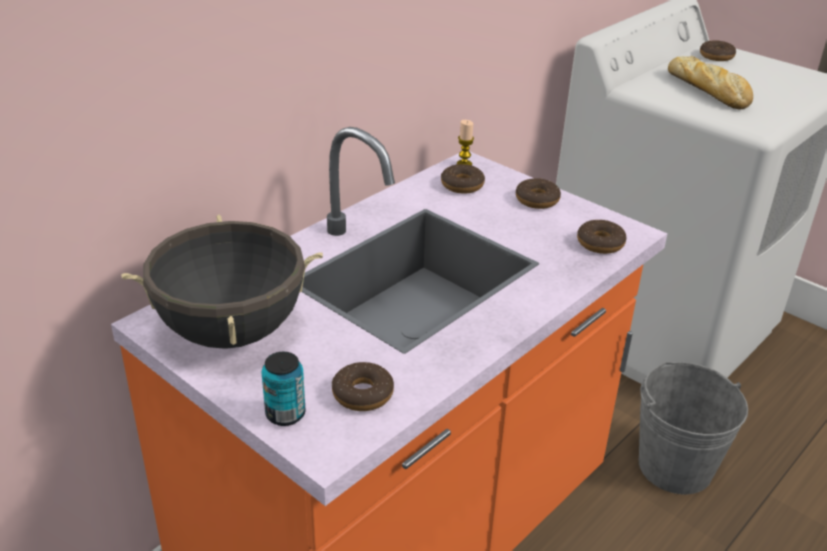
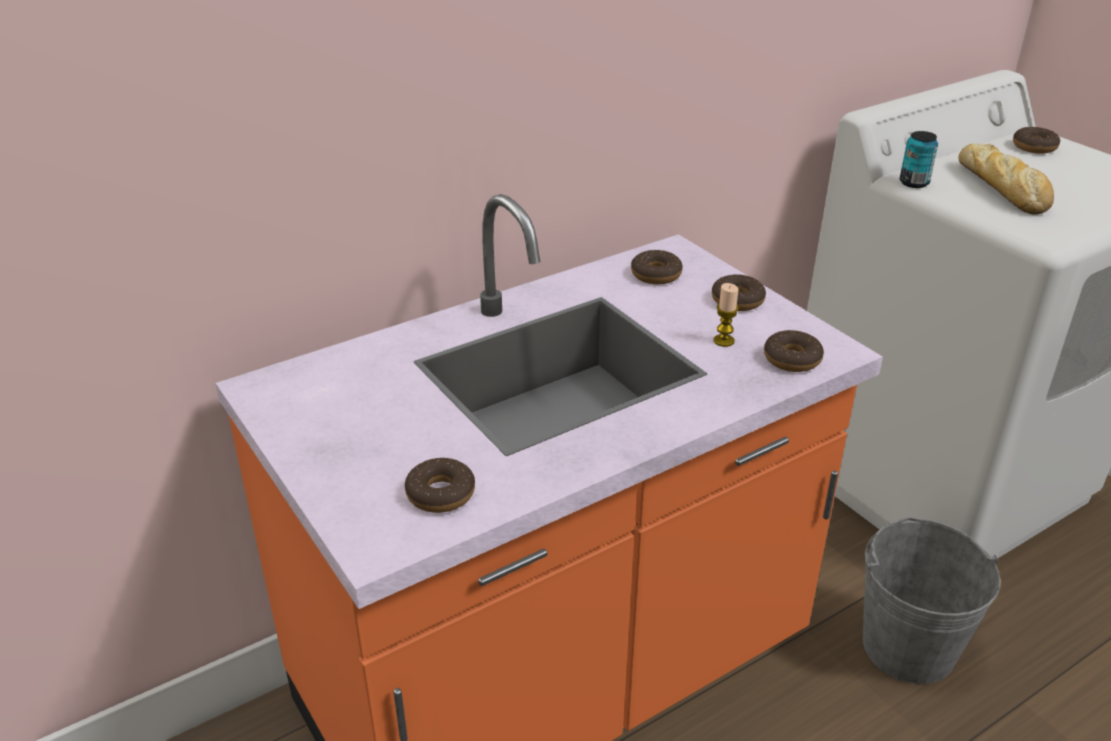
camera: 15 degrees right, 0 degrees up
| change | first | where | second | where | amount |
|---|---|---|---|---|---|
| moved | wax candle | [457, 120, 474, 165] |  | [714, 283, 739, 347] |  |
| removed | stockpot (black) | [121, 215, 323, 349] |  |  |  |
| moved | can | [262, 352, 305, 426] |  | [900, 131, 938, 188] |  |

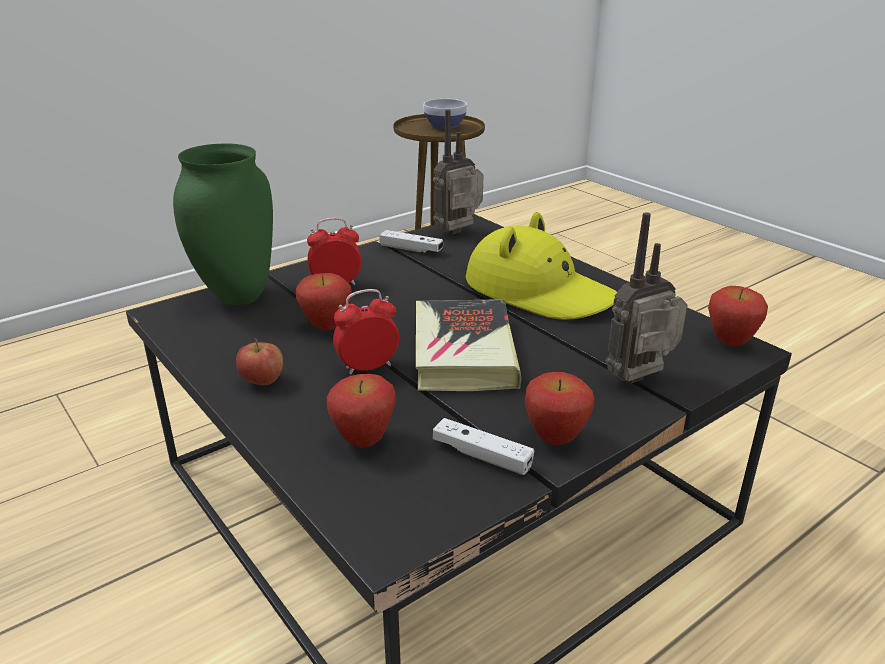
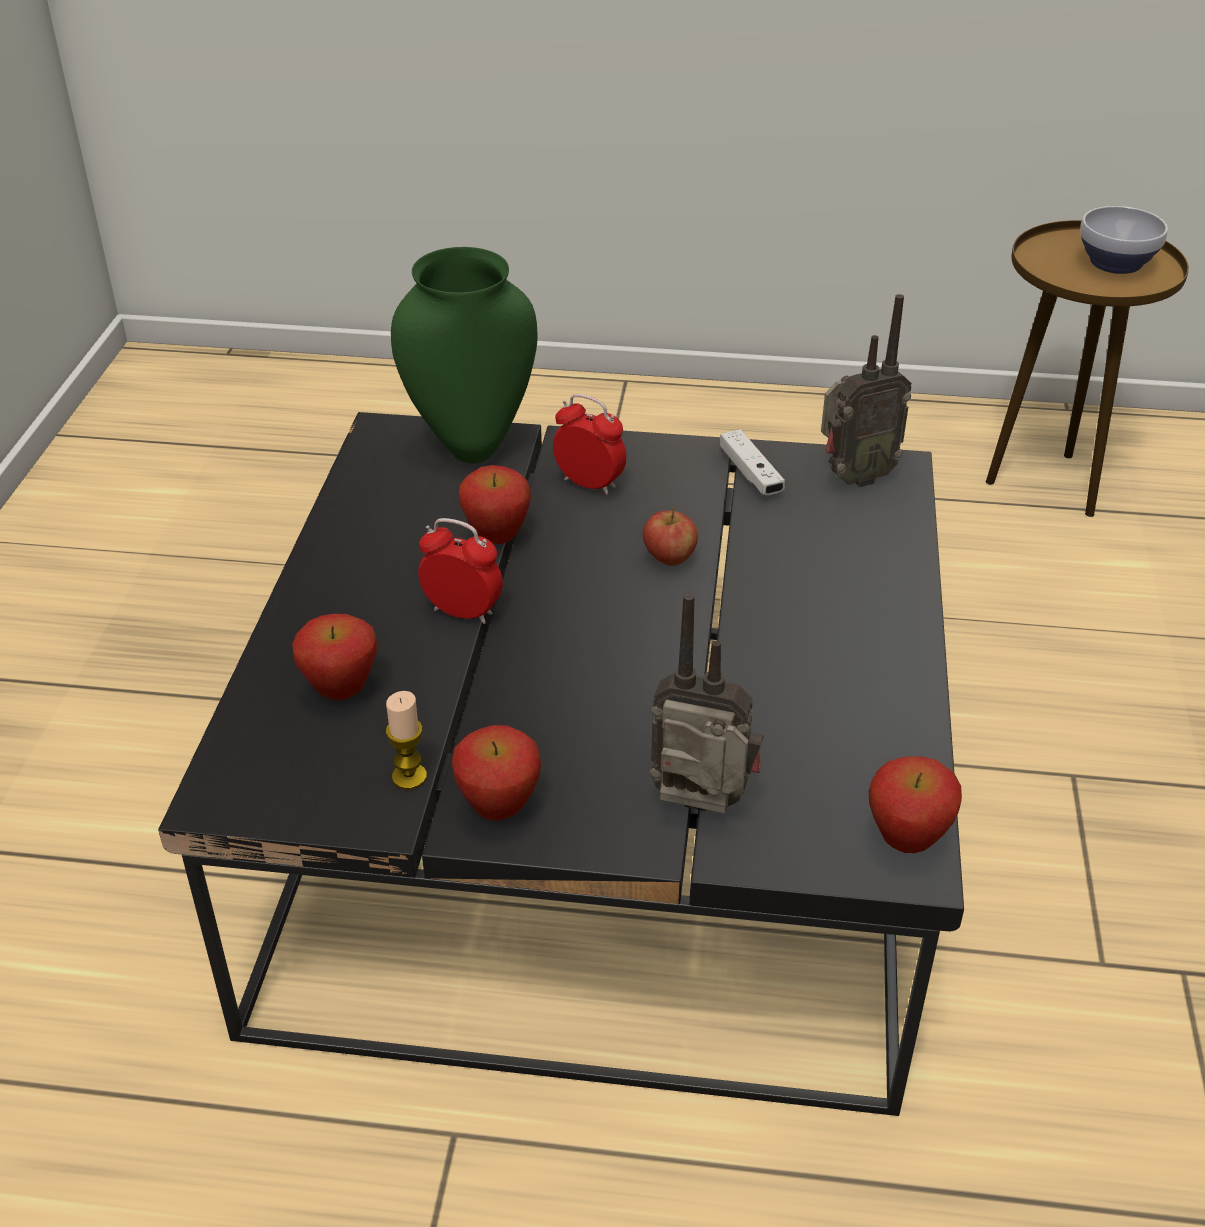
camera: 45 degrees right, 10 degrees up
| change | first | where | second | where | amount |
|---|---|---|---|---|---|
| turned | radio set | [433, 109, 483, 234] |  | [821, 294, 912, 487] | 150 degrees clockwise |
| removed | wearable hat (yellowish) | [466, 212, 617, 320] |  |  |  |
| removed | volume | [416, 299, 521, 391] |  |  |  |
| moved | whole apple | [236, 338, 283, 385] |  | [642, 508, 698, 566] |  |
| replaced | gamepad (whitish) | [433, 418, 534, 475] | wax candle | [386, 691, 427, 790] |  |

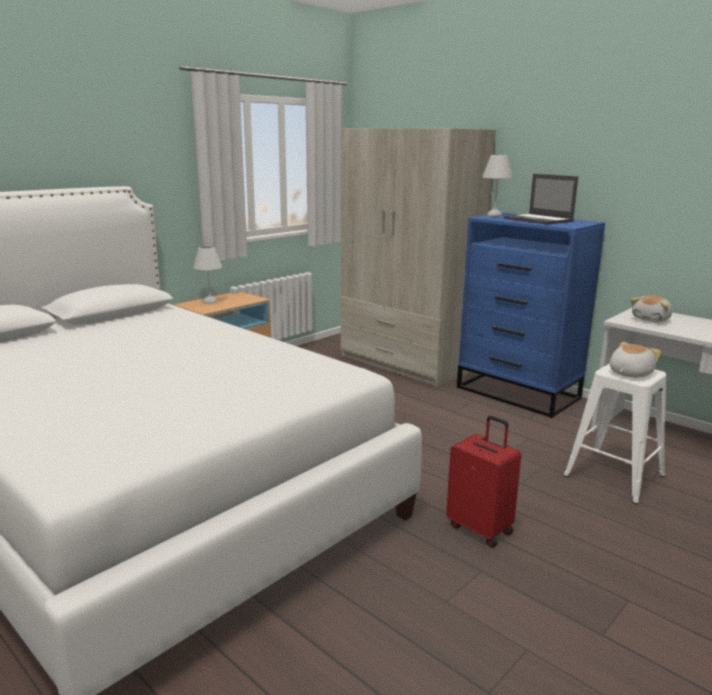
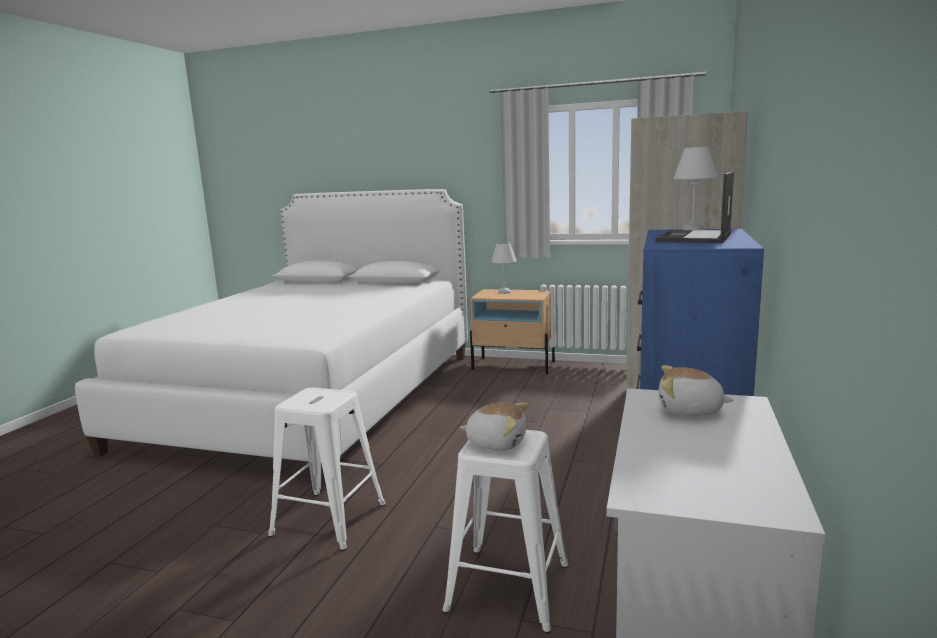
camera: 65 degrees right, 5 degrees down
| change | first | where | second | where | amount |
|---|---|---|---|---|---|
| replaced | suitcase (red) | [446, 416, 521, 548] | sitting stool (whitish) | [268, 387, 386, 551] |  |

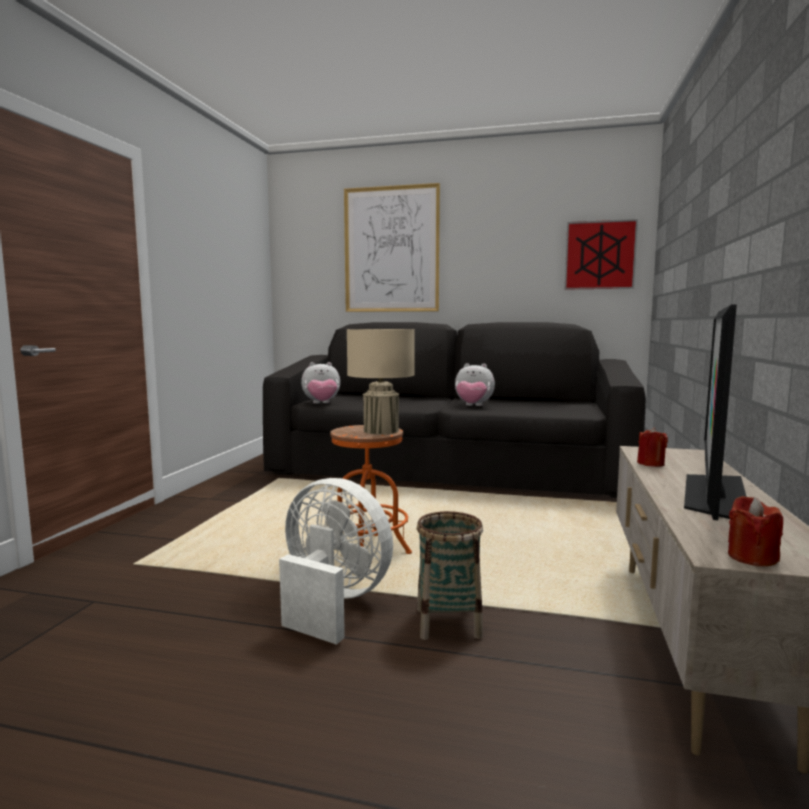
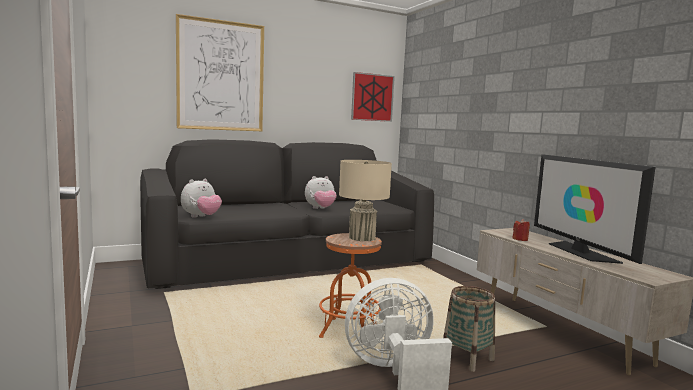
camera: 40 degrees left, 0 degrees up
| change | first | where | second | where | amount |
|---|---|---|---|---|---|
| removed | wax candle (red) | [728, 496, 783, 566] |  |  |  |

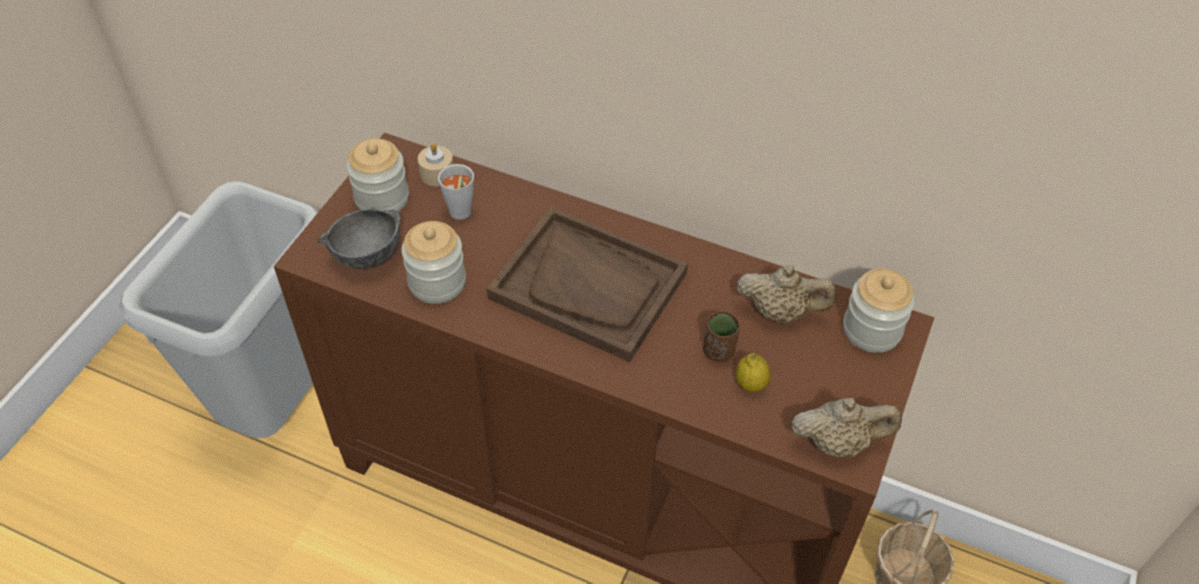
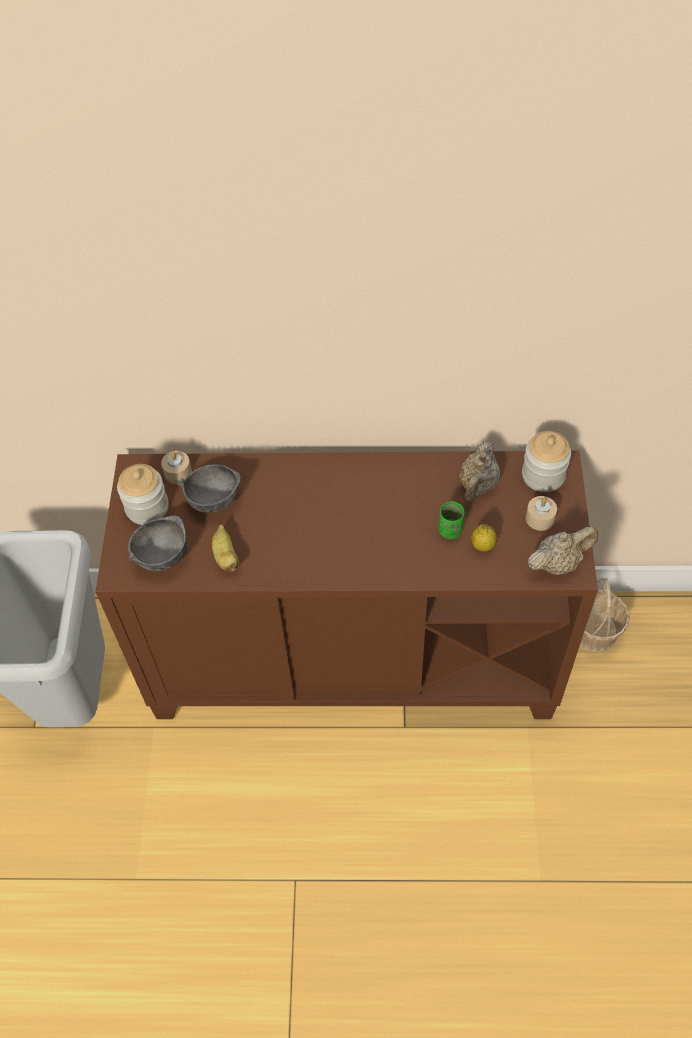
camera: 20 degrees left, 5 degrees up
| change | first | where | second | where | amount |
|---|---|---|---|---|---|
| replaced | small cup (gray) | [438, 164, 474, 220] | serving bowl (gray) | [176, 464, 241, 513] |  |
| removed | serving tray (brown) | [487, 207, 688, 362] |  |  |  |
| replaced | storage jar | [401, 221, 466, 304] | banana | [212, 524, 239, 572] |  |
| turned | tea pot (beige-coloured) | [737, 265, 837, 324] |  | [459, 441, 500, 501] | 120 degrees clockwise |
| recoloured | small cup (brown) | [703, 311, 740, 362] | small cup (greenish) | [438, 501, 464, 539] |  |
| added |  |  | wax candle (beige-coloured) | [526, 496, 557, 531] |  |

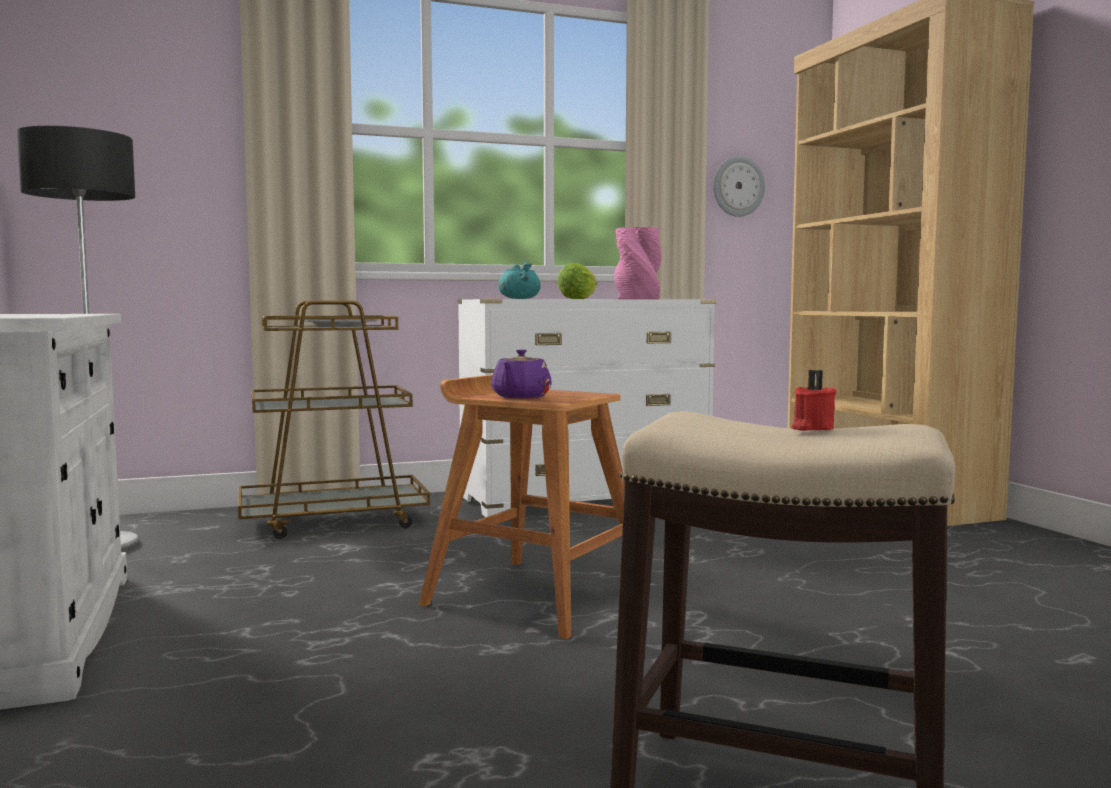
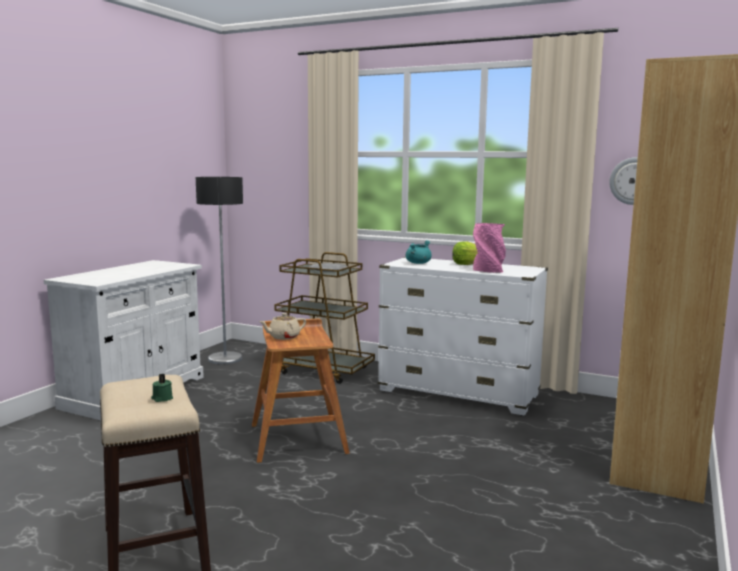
camera: 45 degrees right, 5 degrees up
| change | first | where | second | where | amount |
|---|---|---|---|---|---|
| recoloured | tea pot (purplish) | [491, 349, 552, 398] | tea pot (beige-coloured) | [259, 313, 306, 340] |  |
| recoloured | wax candle (red) | [792, 370, 837, 431] | wax candle (greenish) | [151, 374, 173, 402] |  |

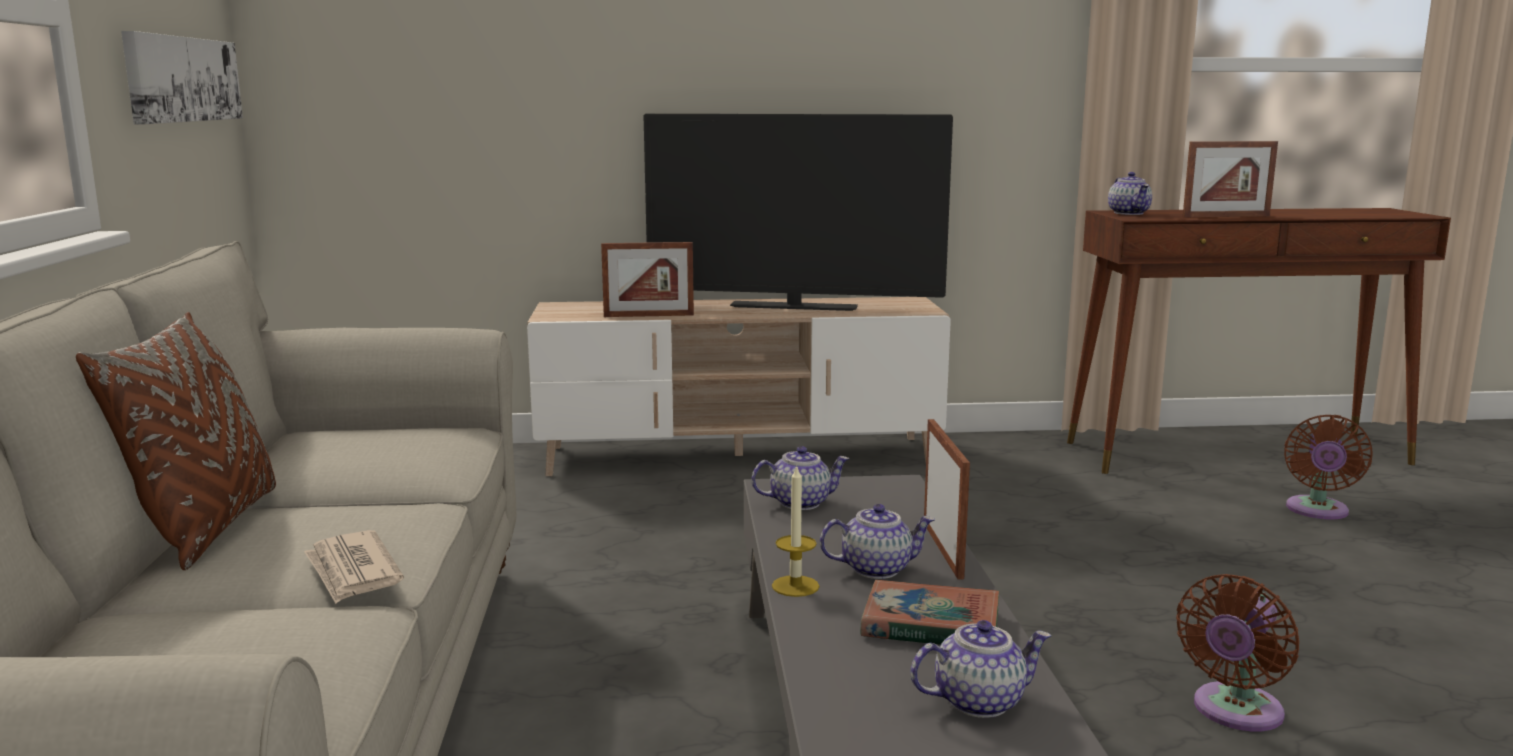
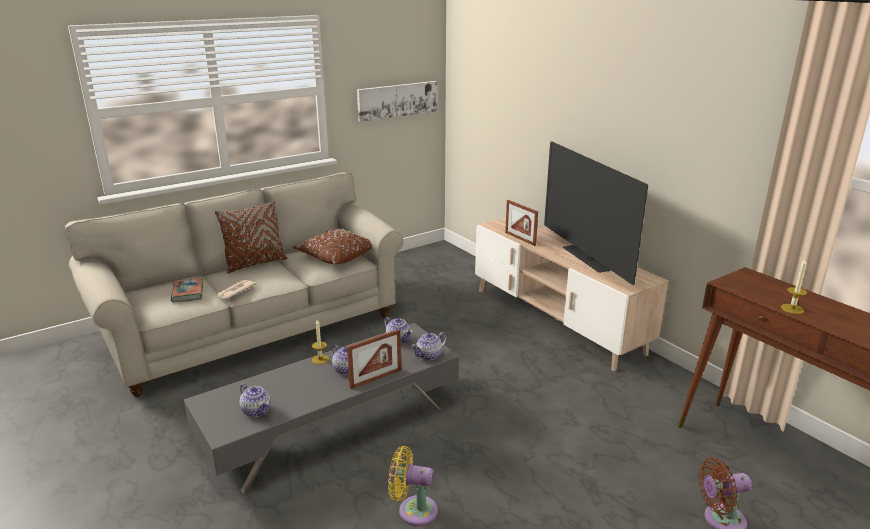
camera: 60 degrees right, 10 degrees up
| change | first | where | second | where | amount |
|---|---|---|---|---|---|
| replaced | photo frame | [1183, 141, 1278, 217] | wax candle | [781, 259, 807, 314] |  |
| moved | tea pot | [1108, 172, 1152, 215] |  | [411, 332, 447, 360] |  |
| recoloured | cooling fan (brown) | [1176, 574, 1299, 731] | cooling fan (yellowish) | [388, 446, 438, 526] |  |
| moved | volume | [861, 580, 999, 645] |  | [171, 278, 203, 303] |  |
| added |  |  | throw pillow (brown) | [293, 229, 372, 265] |  |

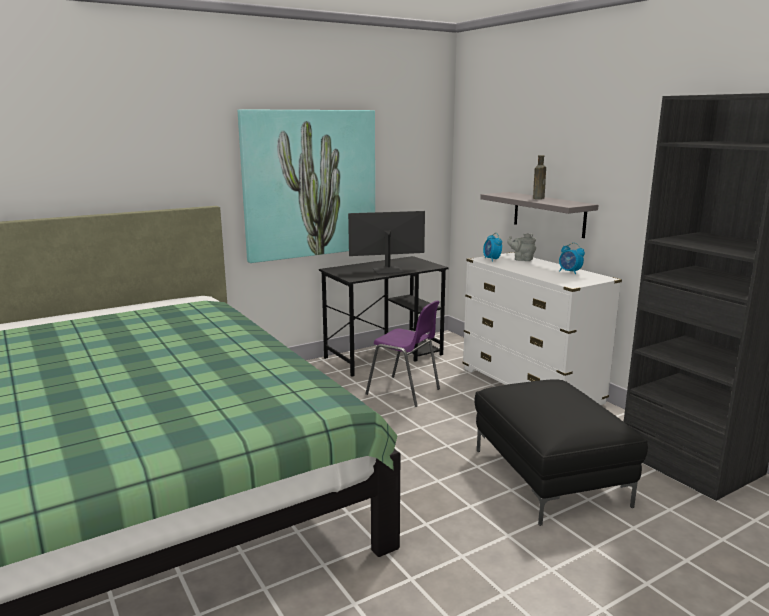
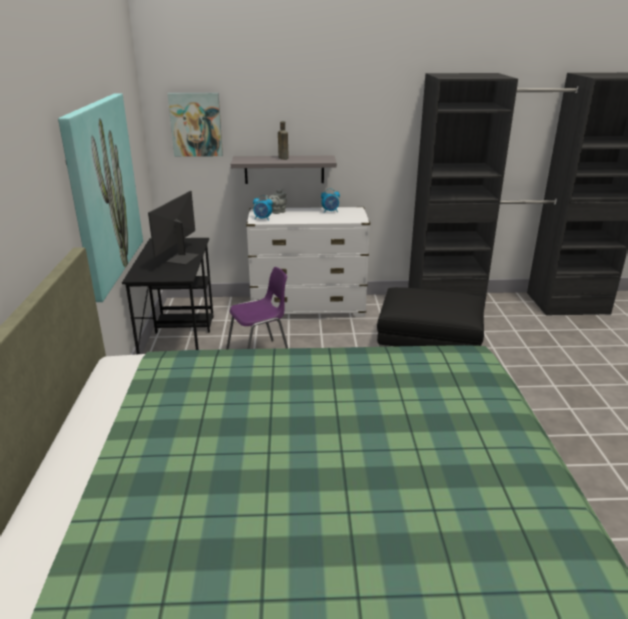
camera: 60 degrees left, 10 degrees up
| change | first | where | second | where | amount |
|---|---|---|---|---|---|
| added |  |  | picture | [168, 93, 223, 157] |  |

